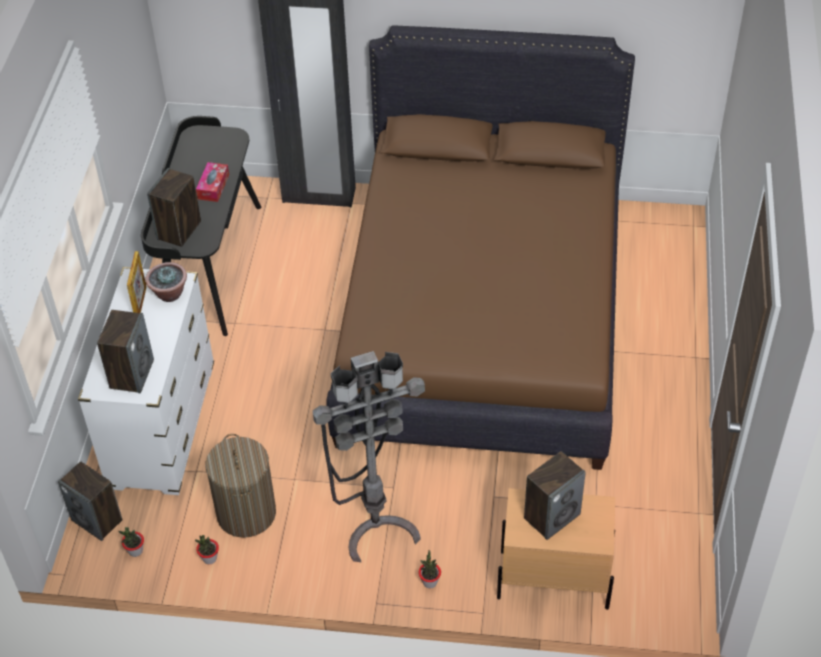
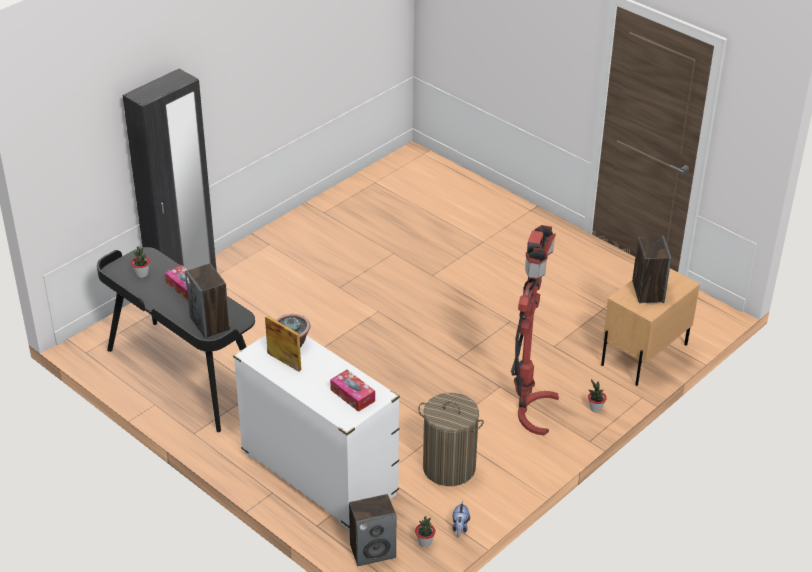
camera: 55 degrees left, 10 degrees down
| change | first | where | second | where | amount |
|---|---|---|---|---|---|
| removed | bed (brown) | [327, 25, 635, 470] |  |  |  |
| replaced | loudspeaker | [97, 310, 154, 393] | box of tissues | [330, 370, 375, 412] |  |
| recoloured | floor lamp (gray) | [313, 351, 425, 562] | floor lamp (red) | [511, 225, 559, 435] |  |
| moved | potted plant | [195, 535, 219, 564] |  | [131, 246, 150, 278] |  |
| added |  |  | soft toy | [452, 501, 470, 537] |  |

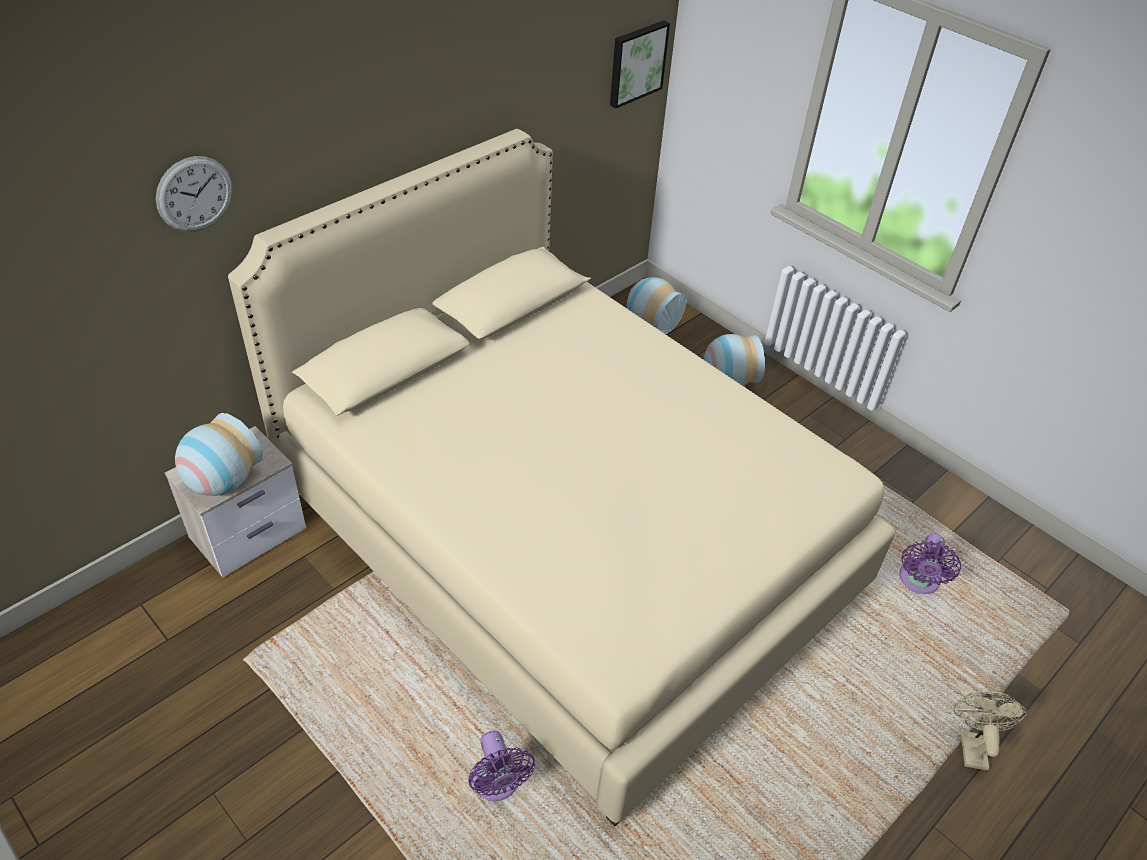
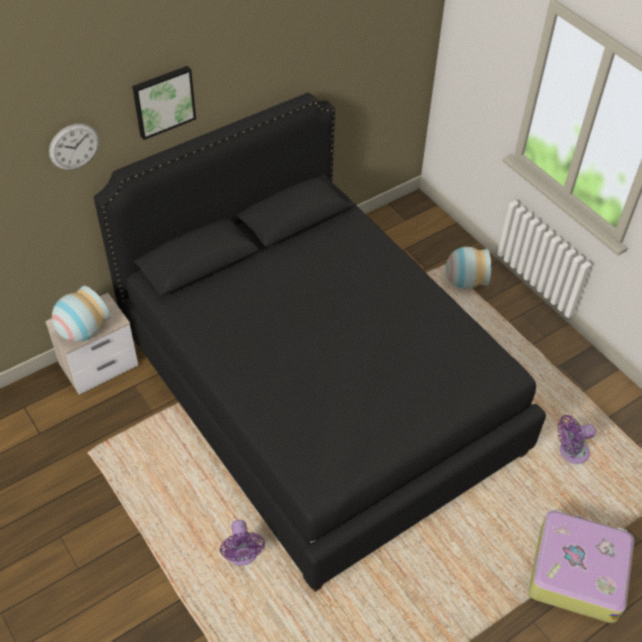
camera: 10 degrees right, 5 degrees up
| change | first | where | second | where | amount |
|---|---|---|---|---|---|
| moved | picture | [610, 20, 670, 108] |  | [132, 66, 196, 140] |  |
| recoloured | bed (beige-coloured) | [228, 129, 896, 826] | bed (black) | [94, 92, 546, 592] |  |
| removed | flower vase | [627, 277, 687, 334] |  |  |  |
| turned | cooling fan (purplish) | [899, 533, 961, 594] |  | [557, 415, 596, 464] | 45 degrees clockwise |
| replaced | cooling fan (beige-coloured) | [953, 691, 1027, 770] | suitcase | [529, 509, 634, 623] |  |

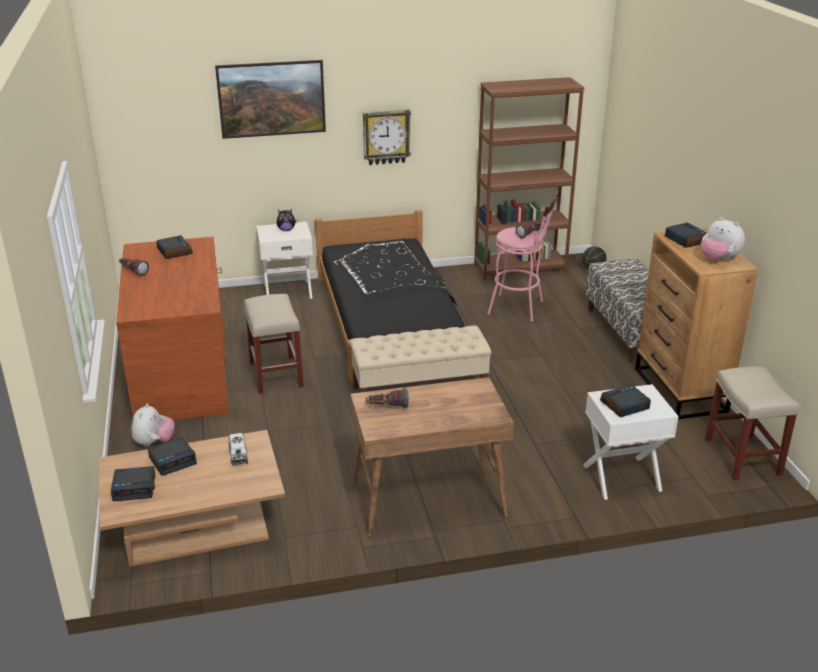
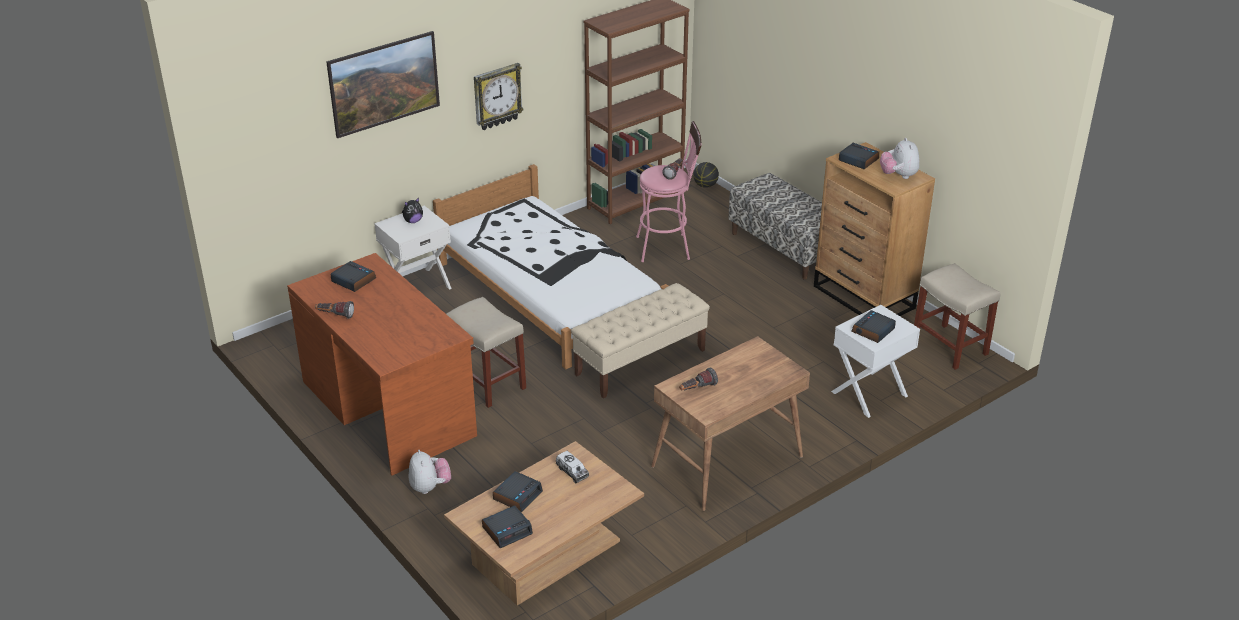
camera: 25 degrees left, 5 degrees up
| change | first | where | second | where | amount |
|---|---|---|---|---|---|
| recoloured | bed (black) | [315, 210, 465, 381] | bed (whitish) | [433, 164, 668, 369] |  |
| turned | soft toy | [701, 217, 745, 261] |  | [880, 138, 919, 179] | 60 degrees clockwise |

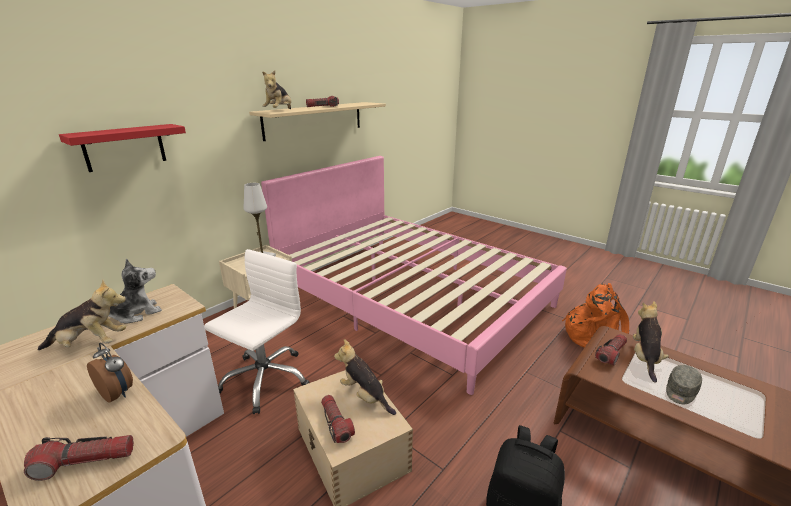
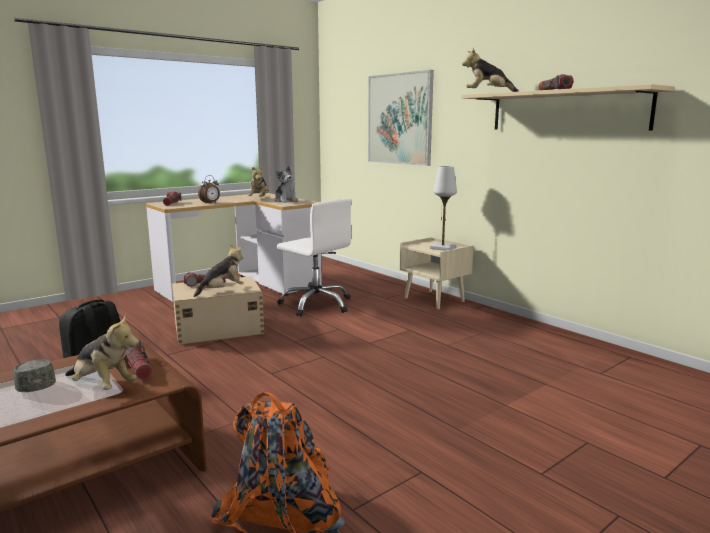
camera: 100 degrees right, 10 degrees down
| change | first | where | second | where | amount |
|---|---|---|---|---|---|
| replaced | bracket shelf (red) | [59, 124, 186, 172] | picture | [368, 70, 434, 166] |  |
| removed | bed (pinkish) | [261, 156, 567, 395] |  |  |  |

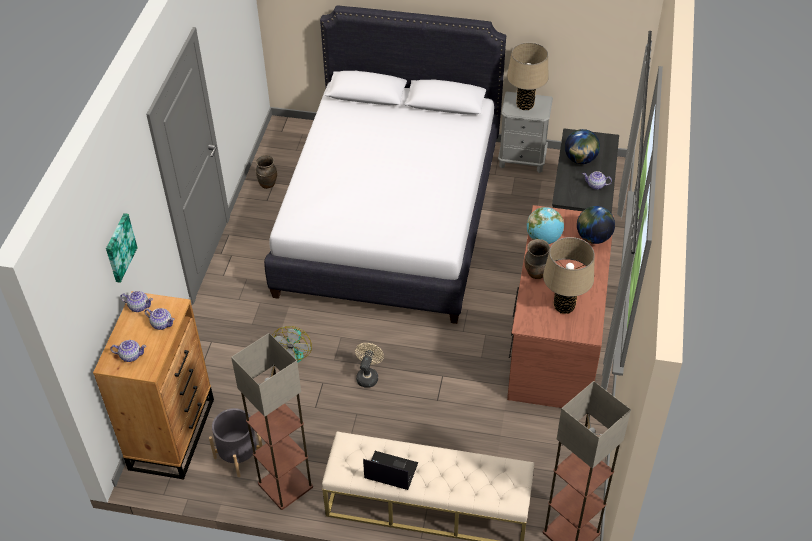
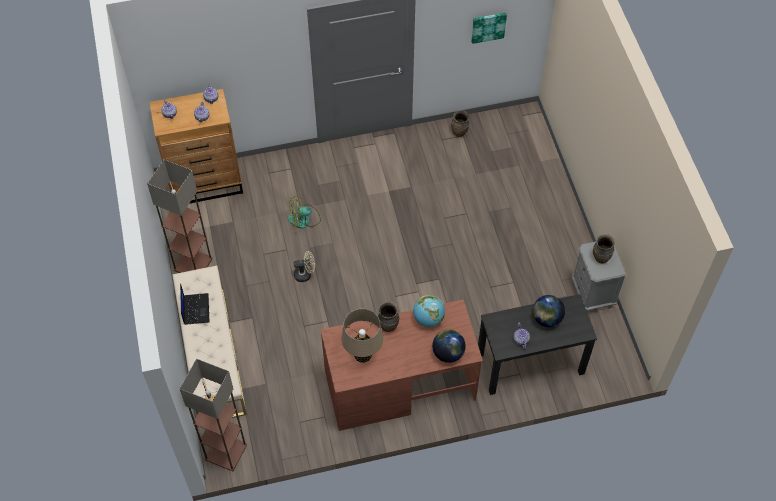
camera: 65 degrees right, 10 degrees up
| change | first | where | second | where | amount |
|---|---|---|---|---|---|
| removed | bed (whitish) | [264, 5, 506, 324] |  |  |  |
| replaced | lamp for a table (beige-coloured) | [507, 42, 549, 110] | flower vase (brown) | [593, 234, 615, 264] |  |
| moved | picture | [106, 213, 138, 283] |  | [471, 13, 507, 44] |  |
| removed | flower pot (gray) | [209, 408, 263, 477] |  |  |  |

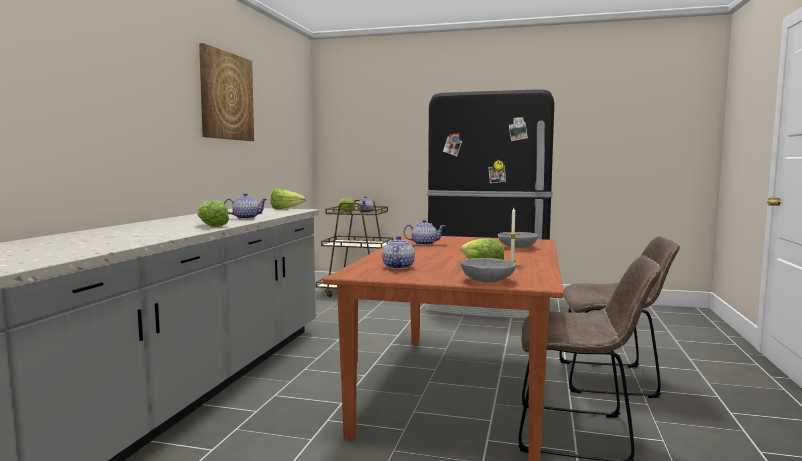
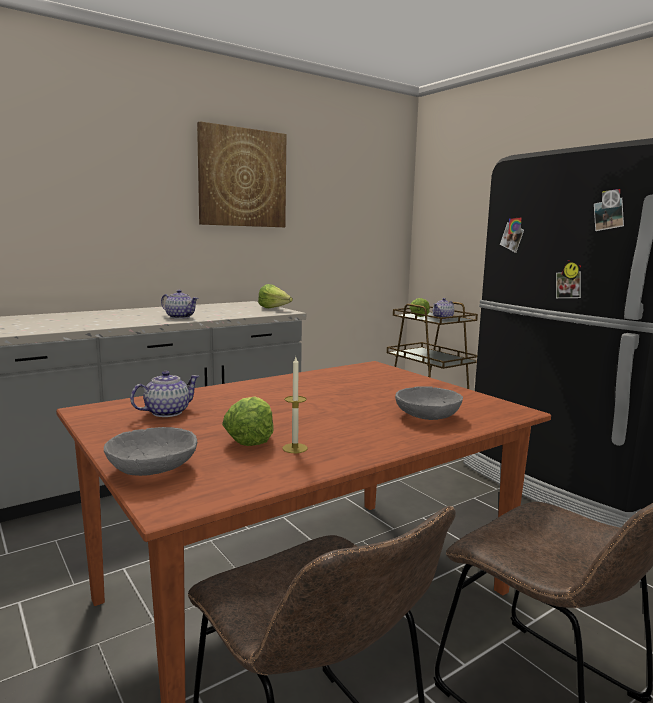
camera: 40 degrees right, 5 degrees up
| change | first | where | second | where | amount |
|---|---|---|---|---|---|
| removed | head of lettuce | [197, 200, 229, 227] |  |  |  |
| removed | tea pot | [403, 219, 445, 245] |  |  |  |

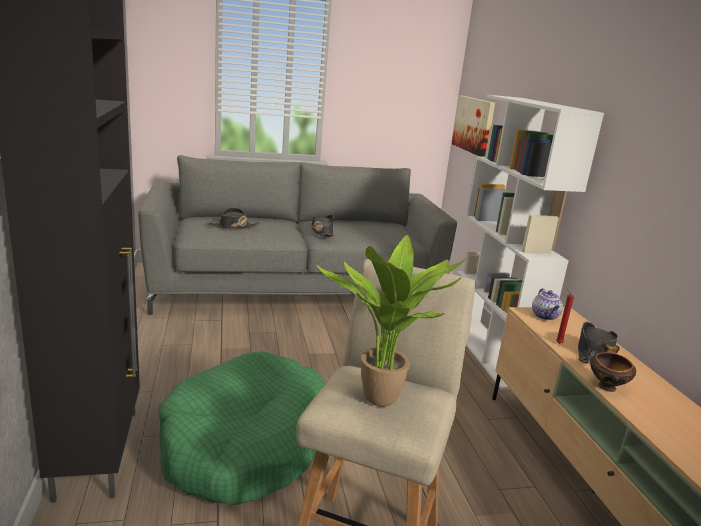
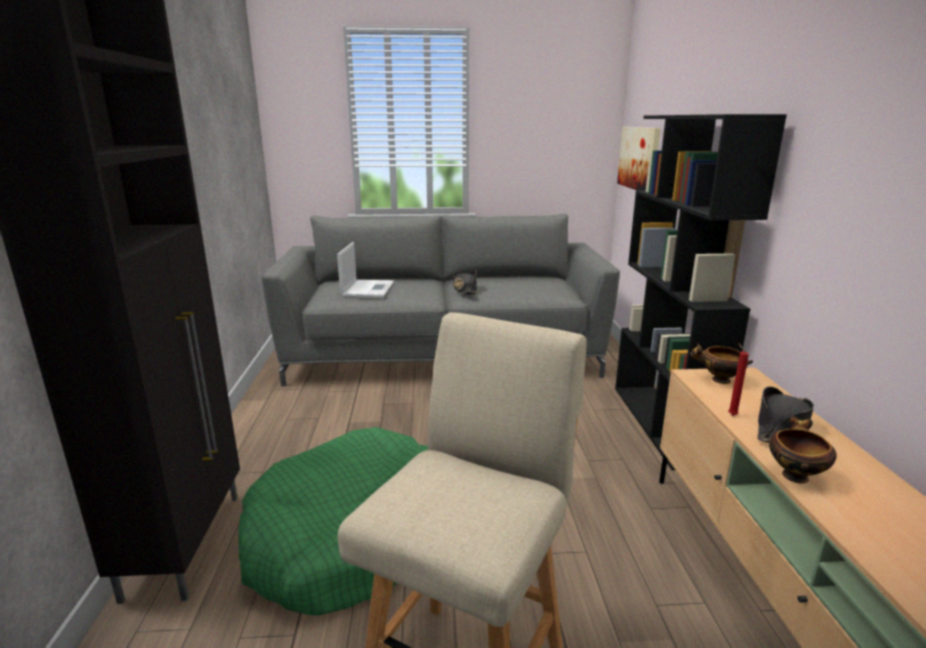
camera: 10 degrees right, 0 degrees up
| change | first | where | second | where | amount |
|---|---|---|---|---|---|
| recoloured | bookshelf (whitish) | [457, 95, 604, 390] | bookshelf (black) | [615, 114, 787, 470] |  |
| replaced | wearable hat (black) | [207, 207, 261, 229] | portable computer | [337, 242, 394, 298] |  |
| removed | potted plant | [317, 235, 466, 407] |  |  |  |
| replaced | tea pot | [532, 288, 563, 320] | serving bowl | [690, 343, 753, 384] |  |

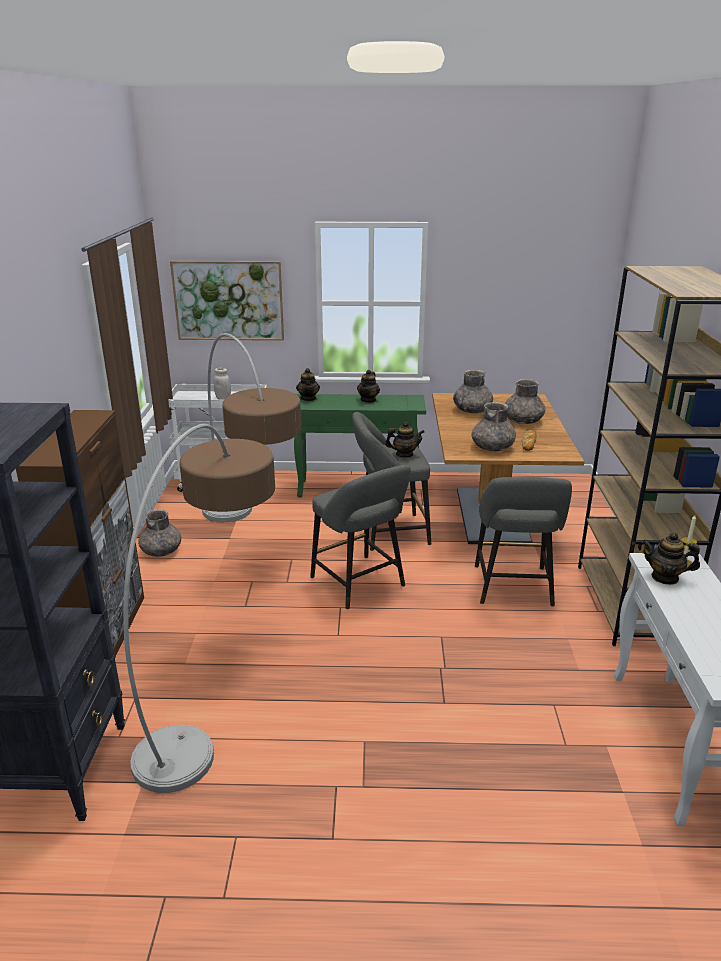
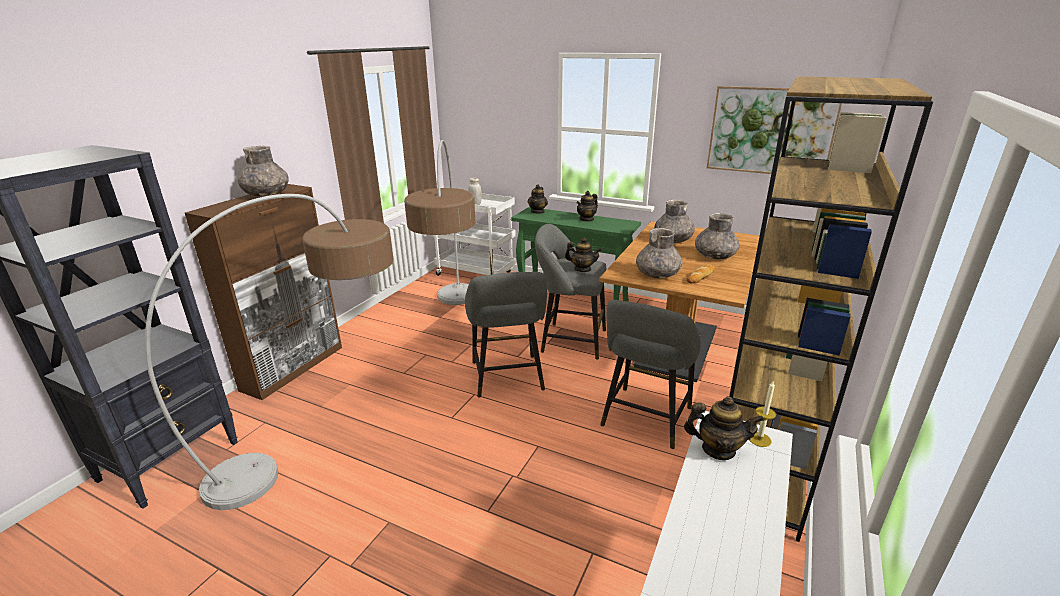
camera: 25 degrees right, 0 degrees up
| change | first | where | second | where | amount |
|---|---|---|---|---|---|
| moved | picture | [170, 261, 284, 341] |  | [707, 86, 842, 174] |  |
| moved | flower vase (gray) | [138, 509, 182, 557] |  | [238, 146, 289, 197] |  |
| turned | tea pot | [642, 532, 700, 585] |  | [684, 396, 764, 460] | 150 degrees clockwise |

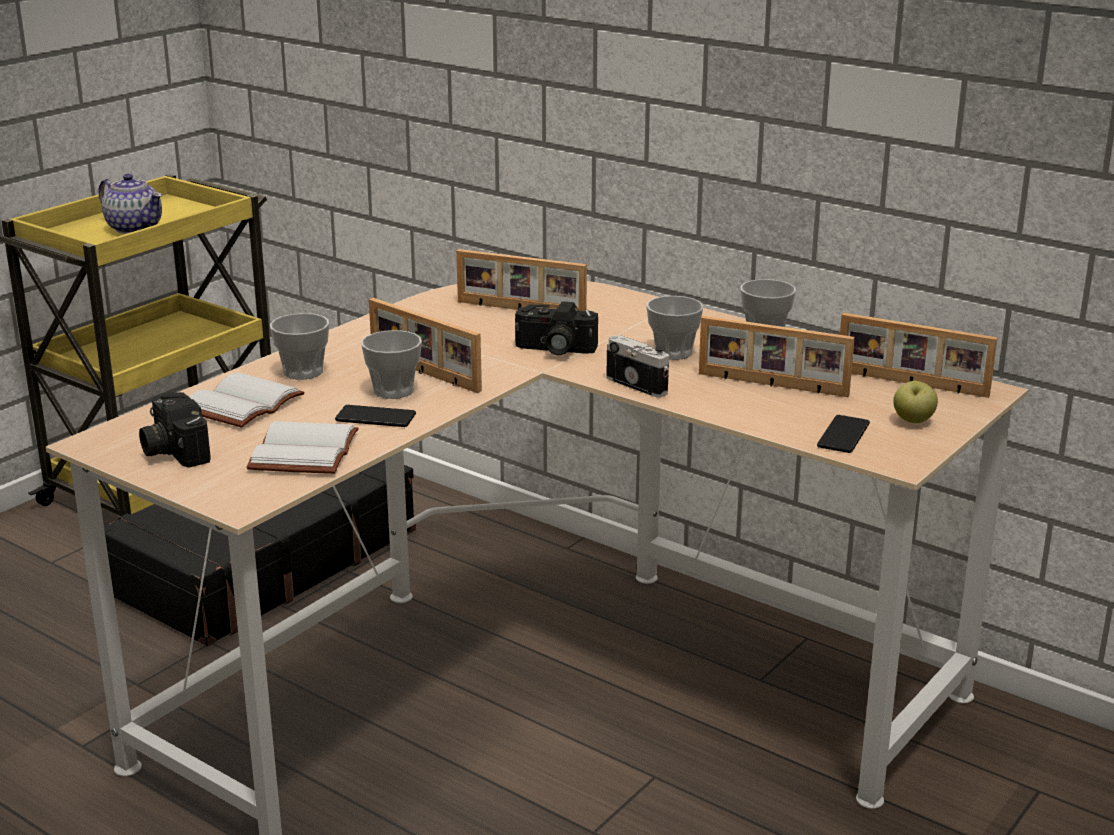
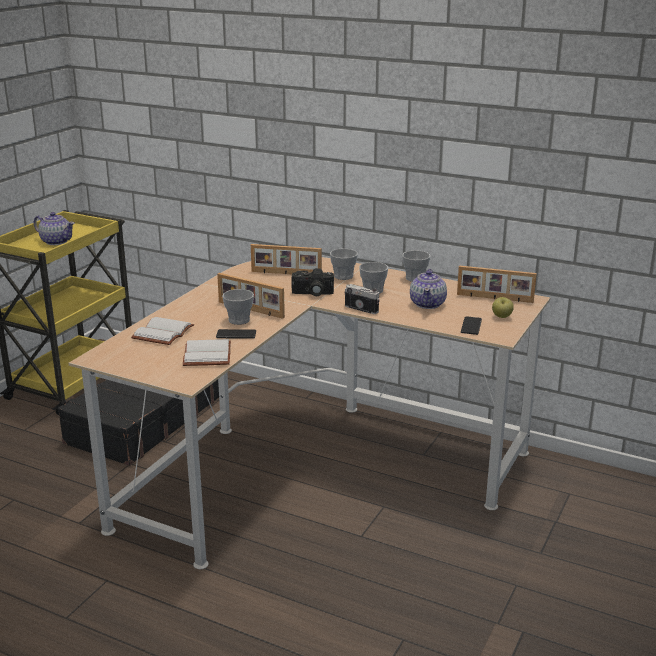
camera: 10 degrees left, 0 degrees up
| change | first | where | second | where | amount |
|---|---|---|---|---|---|
| moved | small cup | [270, 313, 329, 380] |  | [330, 249, 358, 280] |  |
| replaced | photo frame | [699, 316, 855, 397] | tea pot | [410, 269, 447, 309] |  |
| removed | photo camera | [139, 392, 211, 468] |  |  |  |

